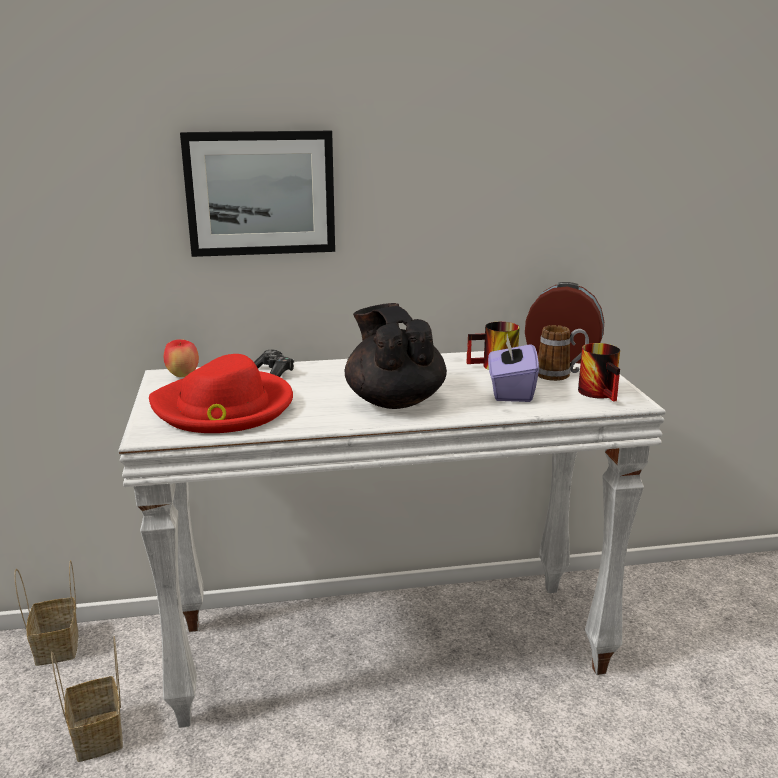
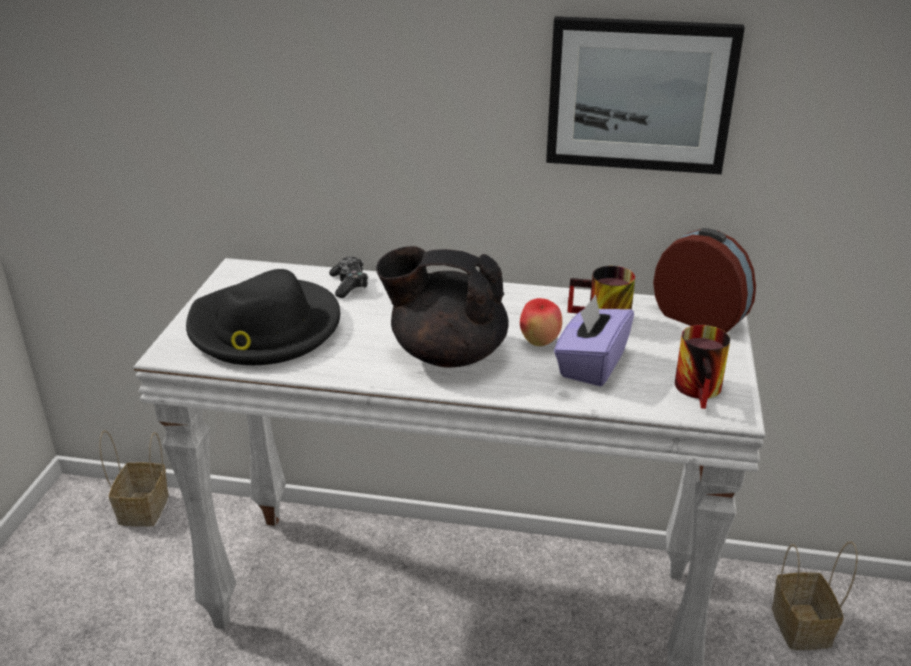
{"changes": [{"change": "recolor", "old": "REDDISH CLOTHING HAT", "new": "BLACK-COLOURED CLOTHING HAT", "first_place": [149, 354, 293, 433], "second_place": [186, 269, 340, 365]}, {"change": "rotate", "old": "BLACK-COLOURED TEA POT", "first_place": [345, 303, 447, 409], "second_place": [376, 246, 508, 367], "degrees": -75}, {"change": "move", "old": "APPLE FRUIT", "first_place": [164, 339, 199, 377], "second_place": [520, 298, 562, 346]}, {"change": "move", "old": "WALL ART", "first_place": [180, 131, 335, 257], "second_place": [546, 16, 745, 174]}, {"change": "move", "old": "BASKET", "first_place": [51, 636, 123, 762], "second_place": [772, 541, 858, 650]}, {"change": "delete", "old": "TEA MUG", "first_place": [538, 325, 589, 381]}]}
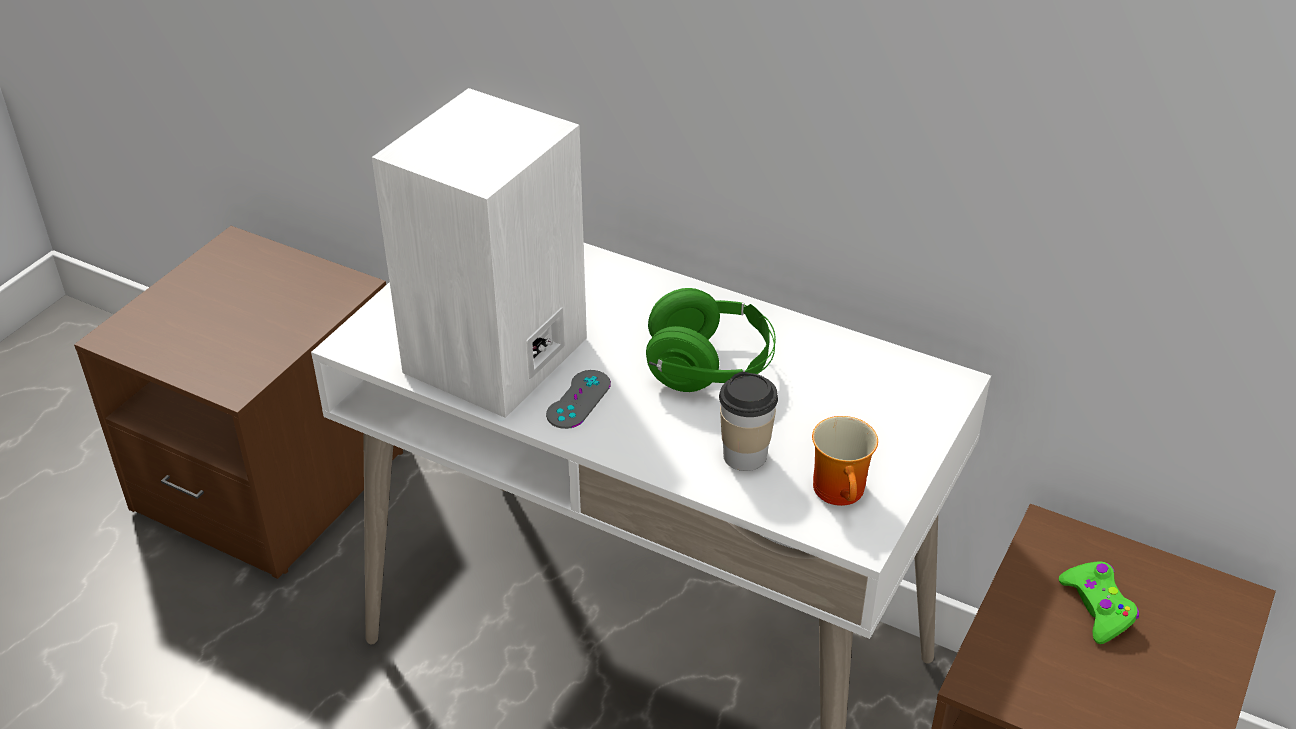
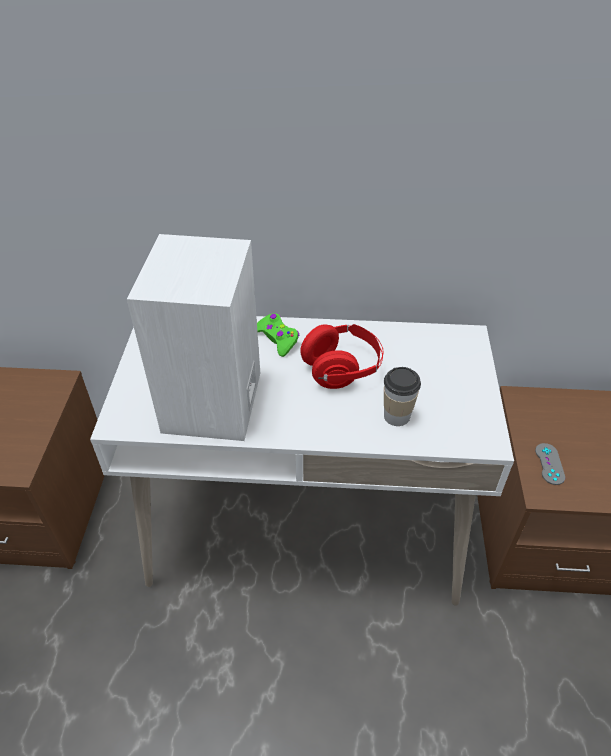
{"changes": [{"change": "move", "old": "GREEN JOYPAD", "first_place": [1059, 562, 1139, 644], "second_place": [257, 313, 300, 357]}, {"change": "recolor", "old": "GREEN HEADPHONES", "new": "REDDISH HEADPHONES", "first_place": [646, 288, 776, 392], "second_place": [300, 324, 383, 389]}, {"change": "move", "old": "GRAY JOYPAD", "first_place": [546, 370, 611, 429], "second_place": [535, 443, 565, 485]}, {"change": "delete", "old": "TEA MUG", "first_place": [812, 416, 878, 506]}]}
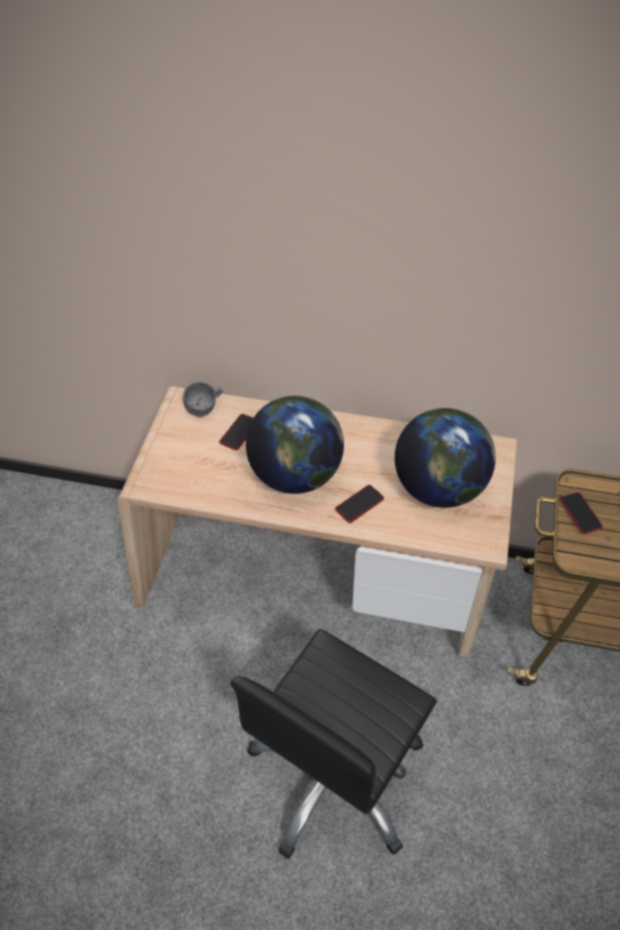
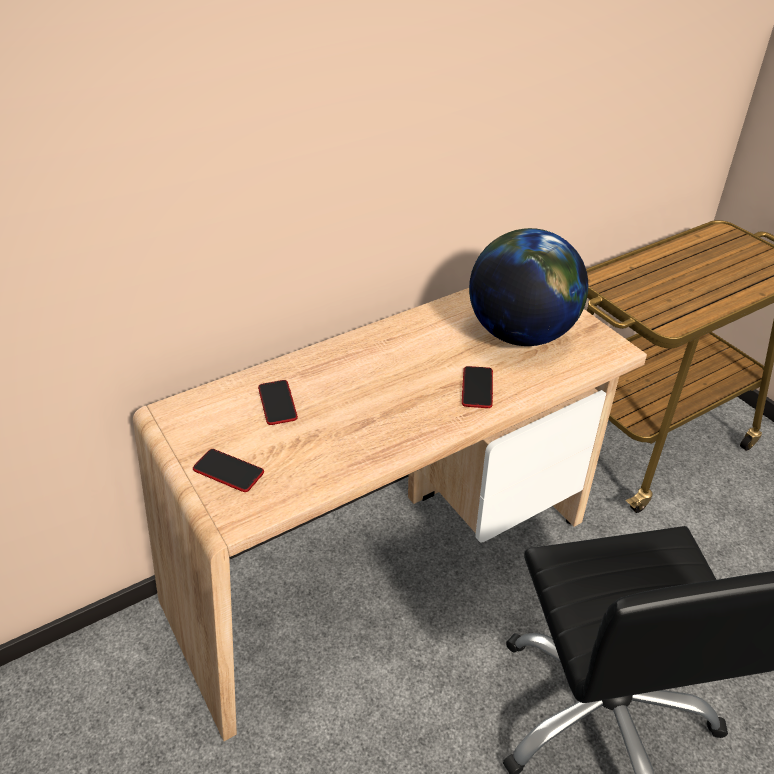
{"changes": [{"change": "move", "old": "TELEPHONE", "first_place": [560, 492, 603, 534], "second_place": [193, 449, 264, 492]}, {"change": "delete", "old": "GRAY TEA MUG", "first_place": [183, 381, 222, 417]}, {"change": "delete", "old": "DESK GLOBE", "first_place": [246, 396, 344, 494]}]}
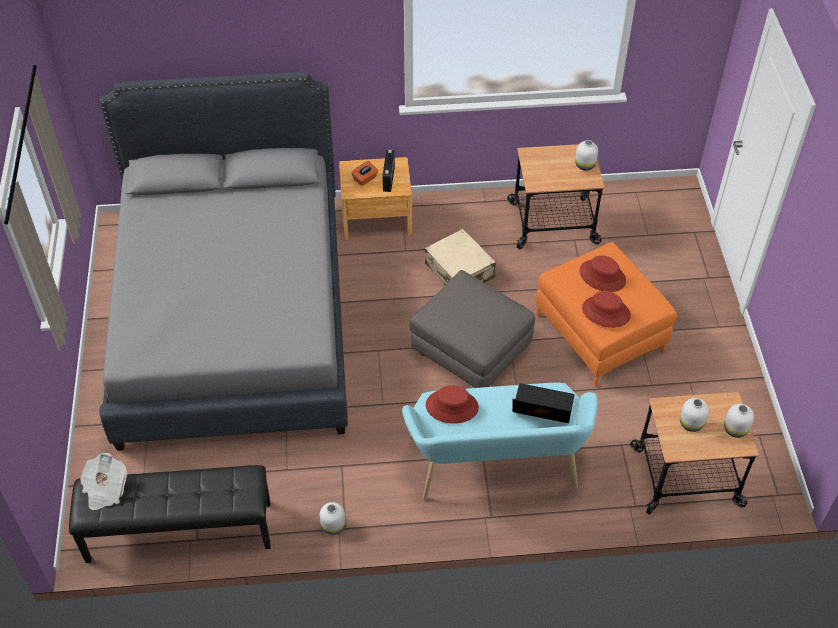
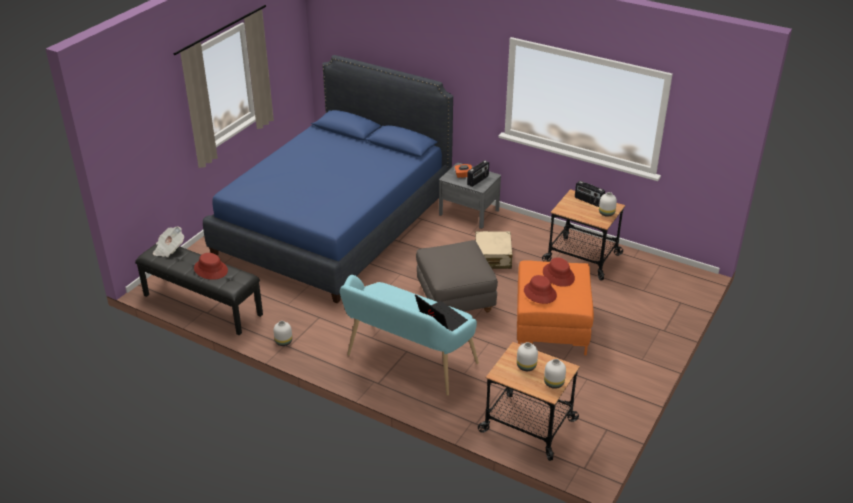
{"changes": [{"change": "move", "old": "REDDISH CLOTHING HAT", "first_place": [426, 385, 479, 424], "second_place": [194, 253, 228, 280]}, {"change": "recolor", "old": "GRAY BEDROOM BED", "new": "BLUE BEDROOM BED", "first_place": [99, 72, 348, 450], "second_place": [203, 55, 453, 303]}, {"change": "recolor", "old": "BROWN NIGHTSTAND", "new": "GRAY NIGHTSTAND", "first_place": [339, 157, 412, 240], "second_place": [439, 162, 501, 229]}, {"change": "insert", "new": "RADIO SET", "second_place": [575, 181, 605, 207]}]}
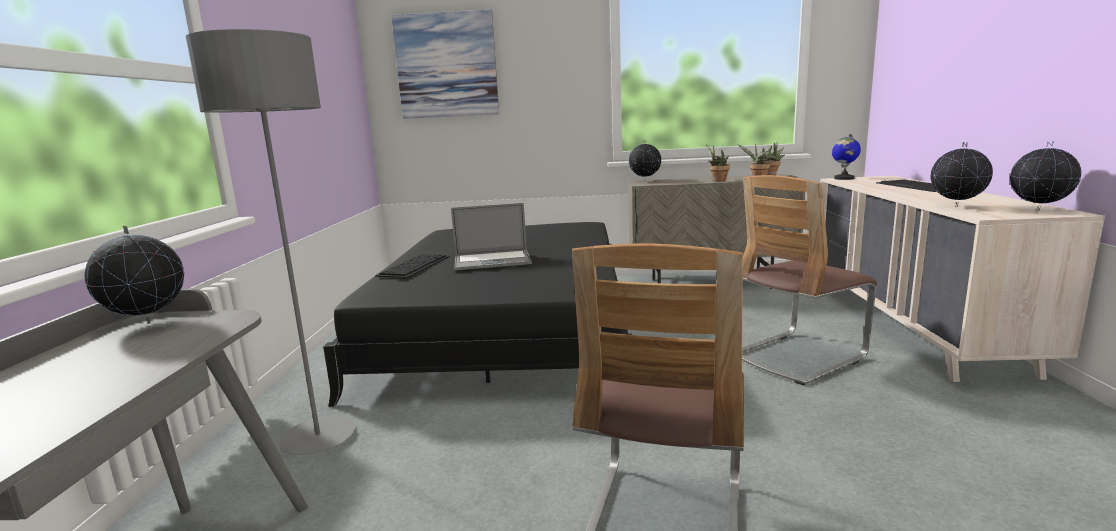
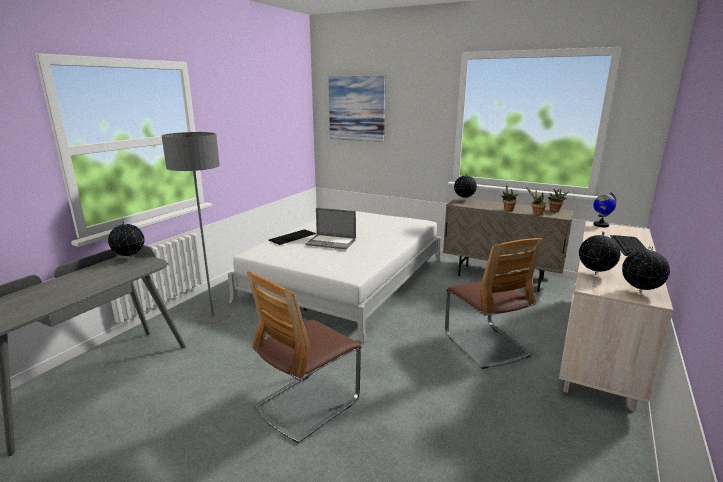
{"changes": [{"change": "recolor", "old": "BLACK-COLOURED BEDROOM BED", "new": "WHITISH BEDROOM BED", "first_place": [323, 222, 633, 407], "second_place": [228, 209, 441, 343]}, {"change": "rotate", "old": "CHAIR", "first_place": [742, 175, 877, 385], "second_place": [445, 238, 543, 369], "degrees": -105}]}
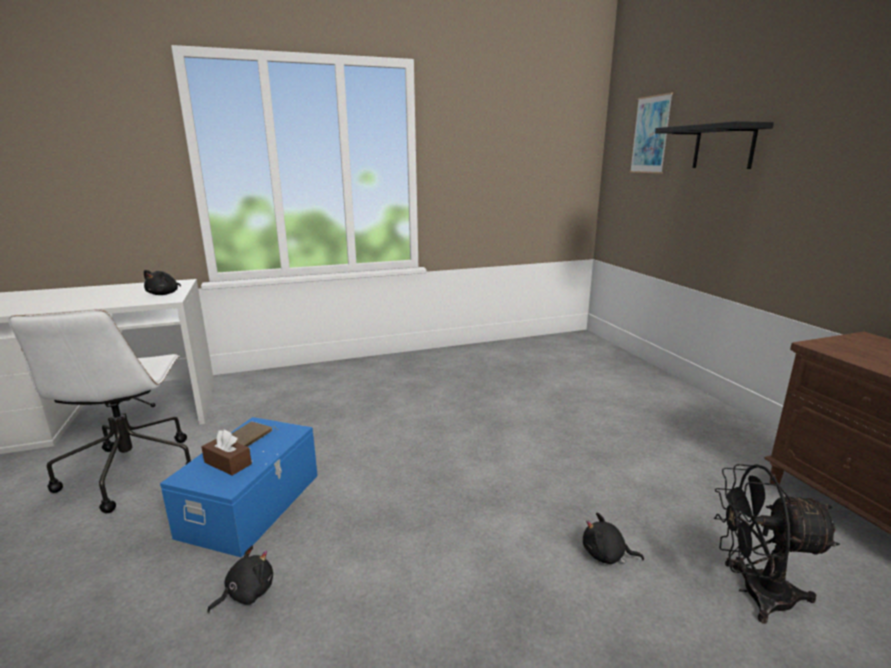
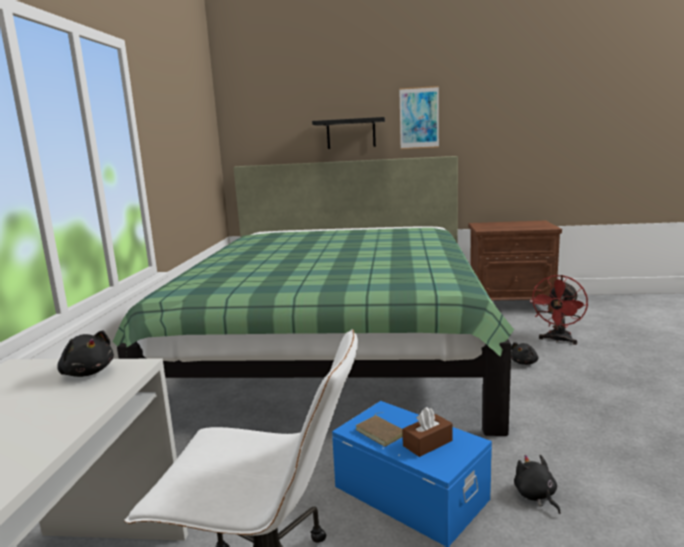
{"changes": [{"change": "insert", "new": "GREEN BEDROOM BED", "second_place": [113, 156, 514, 436]}, {"change": "move", "old": "WALL ART", "first_place": [630, 93, 673, 173], "second_place": [399, 86, 439, 149]}, {"change": "recolor", "old": "BLACK-COLOURED COOLING FAN", "new": "REDDISH COOLING FAN", "first_place": [714, 464, 840, 624], "second_place": [530, 275, 588, 345]}]}
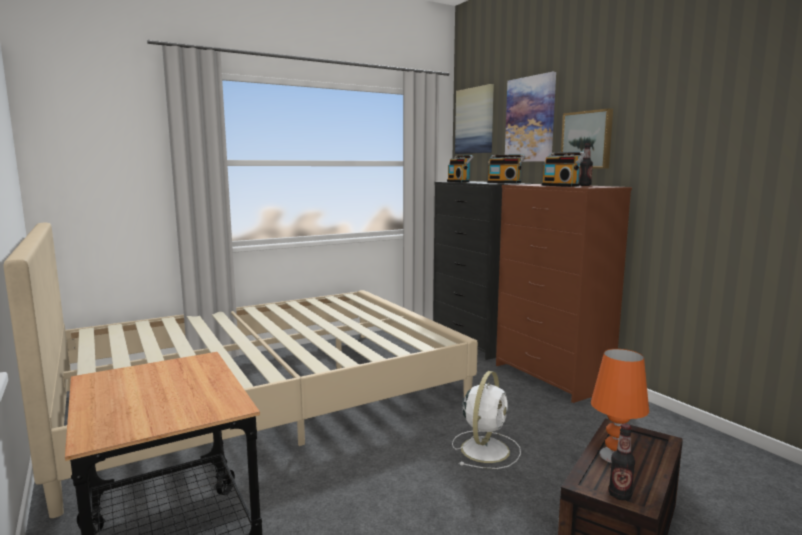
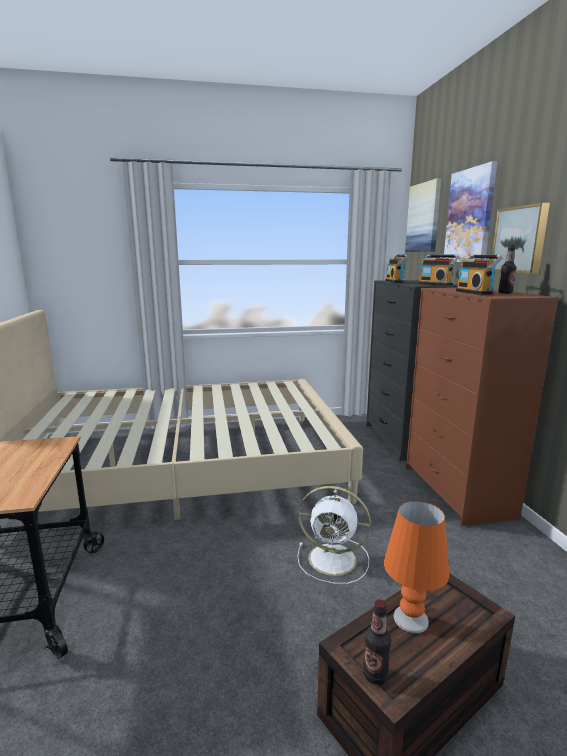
{"changes": [{"change": "rotate", "old": "WHITISH COOLING FAN", "first_place": [452, 371, 521, 469], "second_place": [297, 486, 371, 584], "degrees": 60}]}
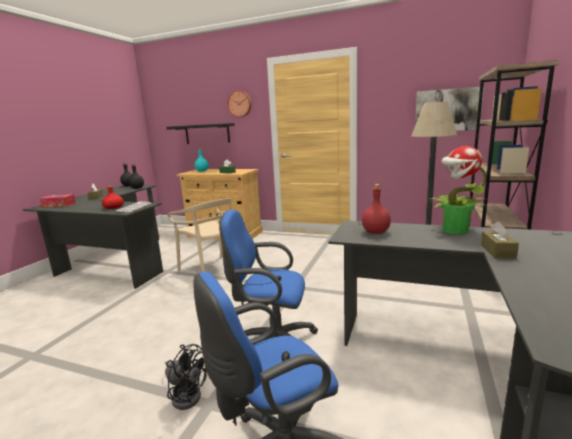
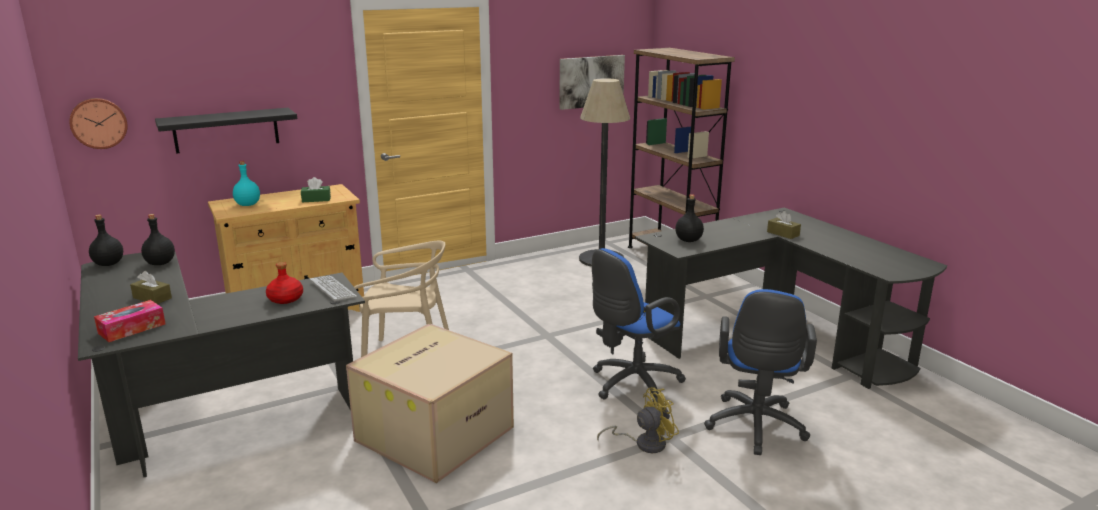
{"changes": [{"change": "move", "old": "CLOCK ON THE WALL", "first_place": [228, 91, 251, 117], "second_place": [69, 98, 128, 149]}, {"change": "insert", "new": "PACKING BOX", "second_place": [346, 323, 514, 483]}, {"change": "recolor", "old": "BLACK-COLOURED COOLING FAN", "new": "YELLOWISH COOLING FAN", "first_place": [165, 344, 207, 410], "second_place": [597, 387, 679, 453]}, {"change": "recolor", "old": "REDDISH BEVERAGE BOTTLE", "new": "BLACK-COLOURED BEVERAGE BOTTLE", "first_place": [362, 184, 391, 234], "second_place": [675, 194, 704, 242]}, {"change": "delete", "old": "PLANT IN A POT", "first_place": [430, 146, 486, 235]}]}
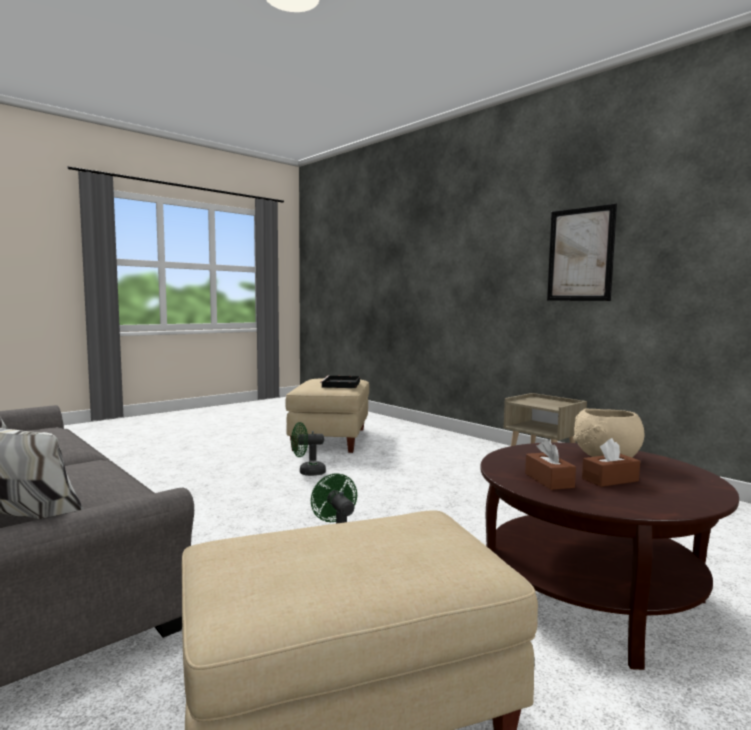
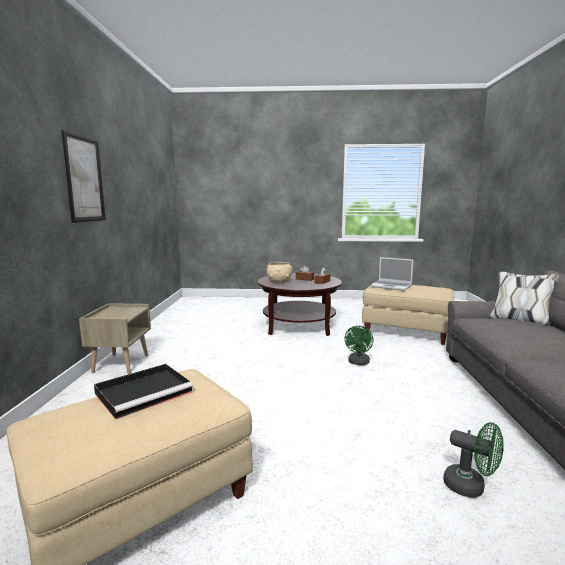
{"changes": [{"change": "insert", "new": "NOTEBOOK COMPUTER", "second_place": [371, 257, 413, 291]}, {"change": "move", "old": "GREEN COOLING FAN", "first_place": [291, 422, 326, 476], "second_place": [443, 422, 504, 498]}]}
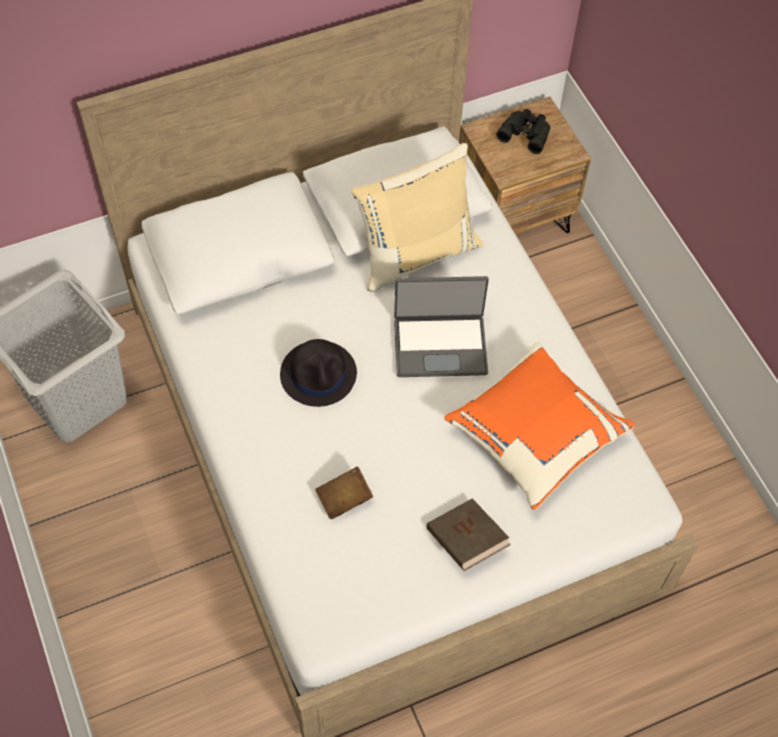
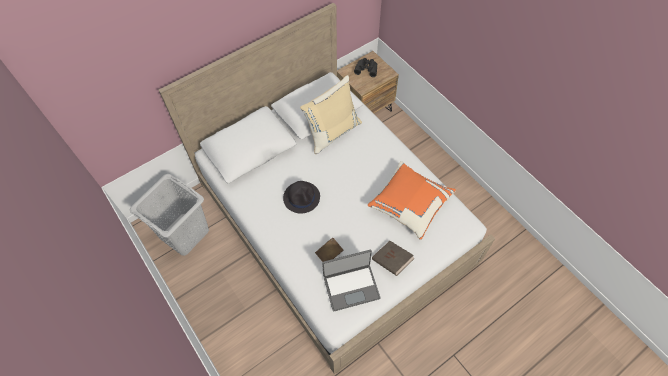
{"changes": [{"change": "move", "old": "NOTEBOOK COMPUTER", "first_place": [394, 276, 489, 377], "second_place": [322, 250, 381, 311]}]}
